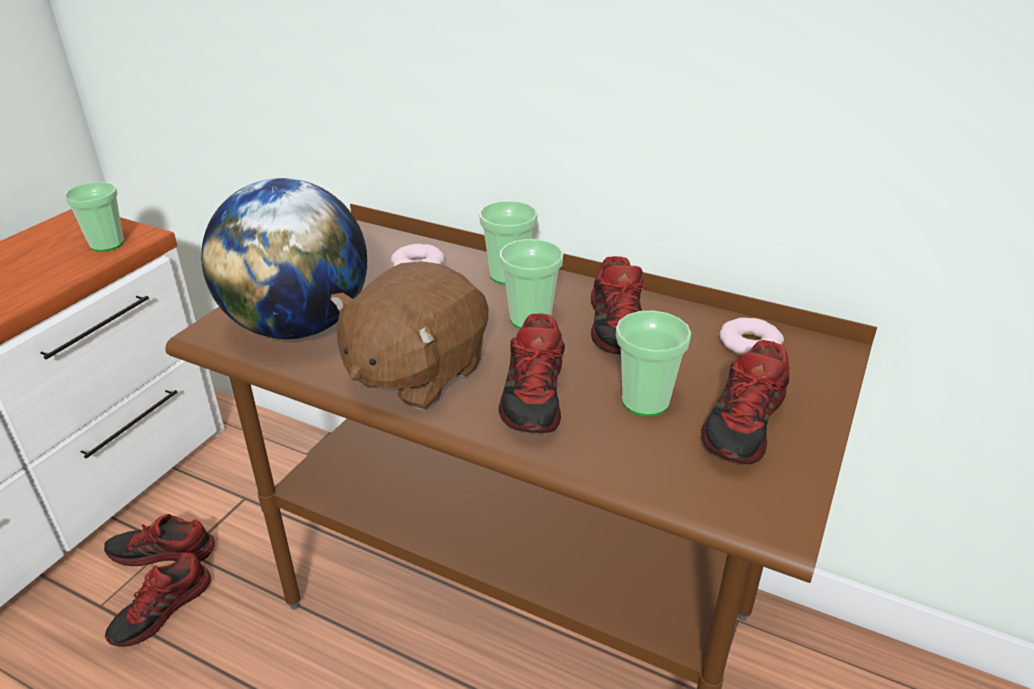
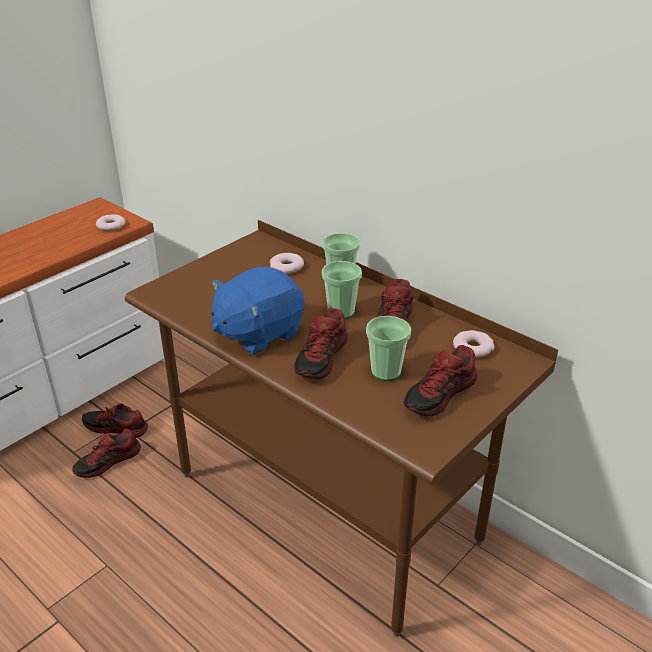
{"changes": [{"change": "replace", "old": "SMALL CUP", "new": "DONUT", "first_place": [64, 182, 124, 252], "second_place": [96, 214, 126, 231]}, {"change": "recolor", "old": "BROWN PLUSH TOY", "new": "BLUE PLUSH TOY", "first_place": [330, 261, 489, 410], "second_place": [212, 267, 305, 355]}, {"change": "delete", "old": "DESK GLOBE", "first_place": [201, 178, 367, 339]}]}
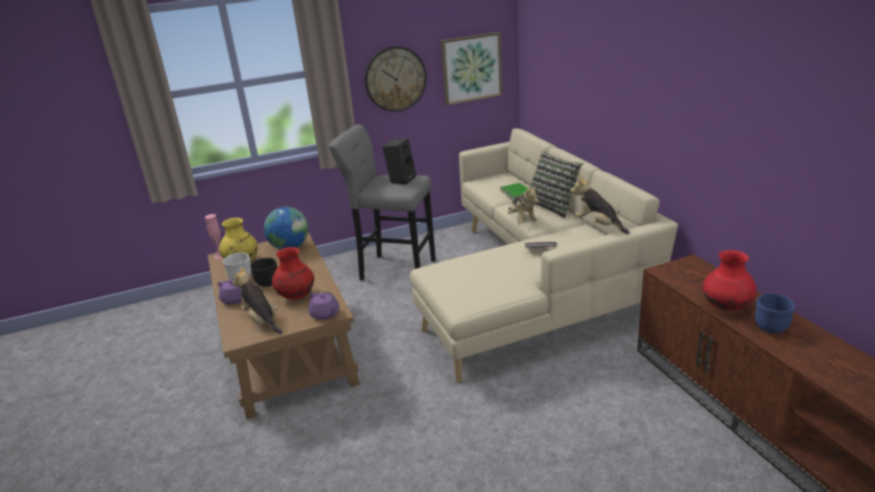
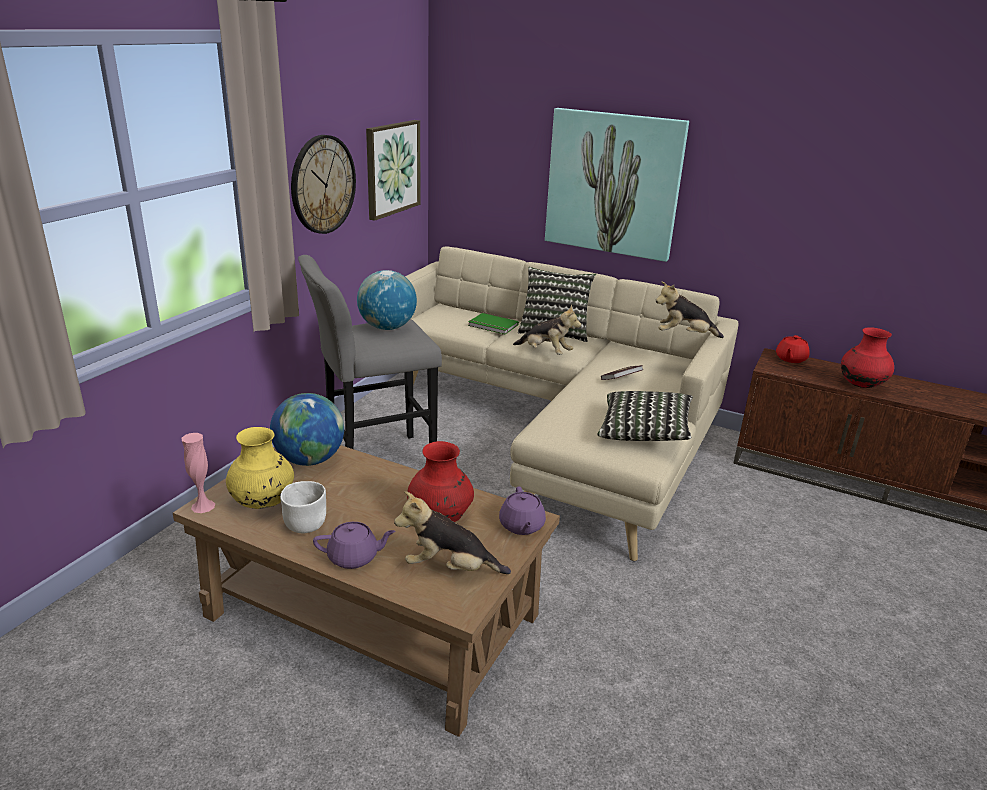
{"changes": [{"change": "replace", "old": "BLACK-COLOURED LOUDSPEAKER", "new": "DESK GLOBE", "first_place": [382, 138, 416, 184], "second_place": [357, 270, 417, 330]}, {"change": "rotate", "old": "PURPLE-COLOURED TEA POT", "first_place": [308, 292, 339, 320], "second_place": [499, 486, 546, 535], "degrees": 75}, {"change": "insert", "new": "WALL ART", "second_place": [545, 108, 689, 262]}, {"change": "insert", "new": "THROW PILLOW", "second_place": [598, 391, 693, 441]}, {"change": "insert", "new": "REDDISH TEA POT", "second_place": [776, 335, 810, 363]}, {"change": "delete", "old": "BLACK-COLOURED BOWL", "first_place": [250, 258, 277, 287]}, {"change": "delete", "old": "BLUE BOWL", "first_place": [755, 293, 795, 333]}]}
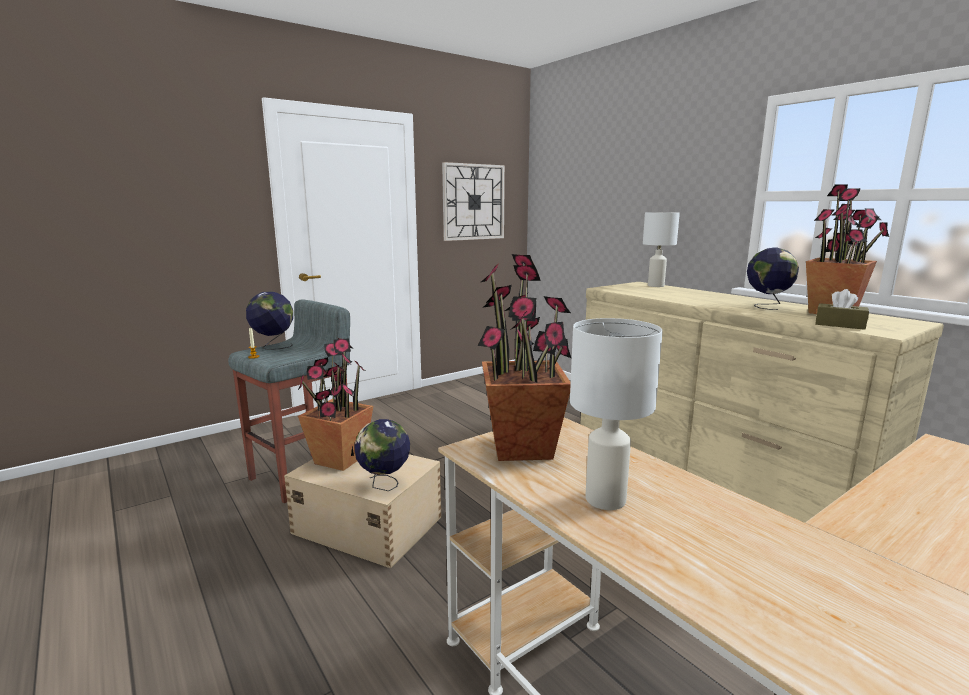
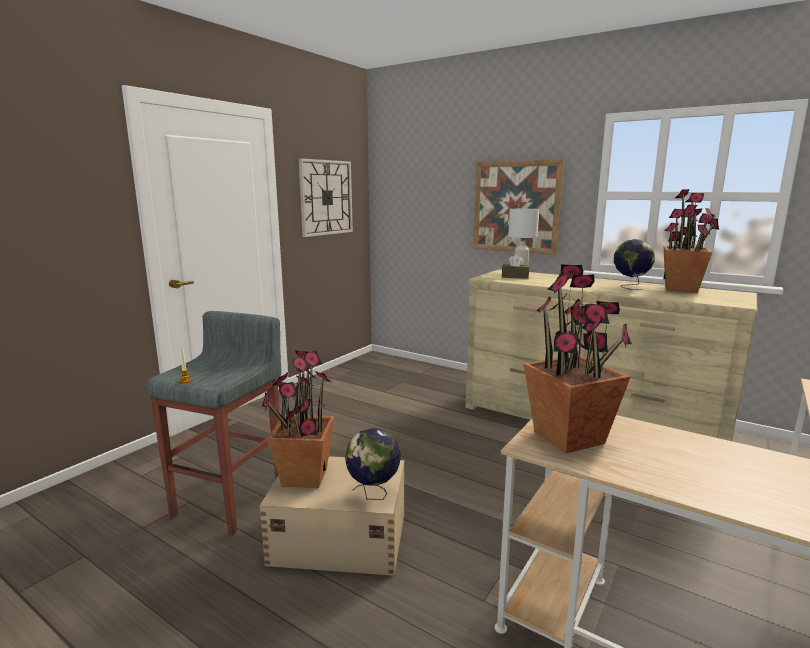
{"changes": [{"change": "insert", "new": "WALL ART", "second_place": [473, 159, 565, 255]}, {"change": "move", "old": "BROWN TISSUE BOX", "first_place": [815, 289, 869, 330], "second_place": [502, 255, 529, 279]}, {"change": "delete", "old": "DESK GLOBE", "first_place": [246, 291, 293, 350]}, {"change": "delete", "old": "WHITISH TABLE LAMP", "first_place": [570, 318, 663, 510]}]}
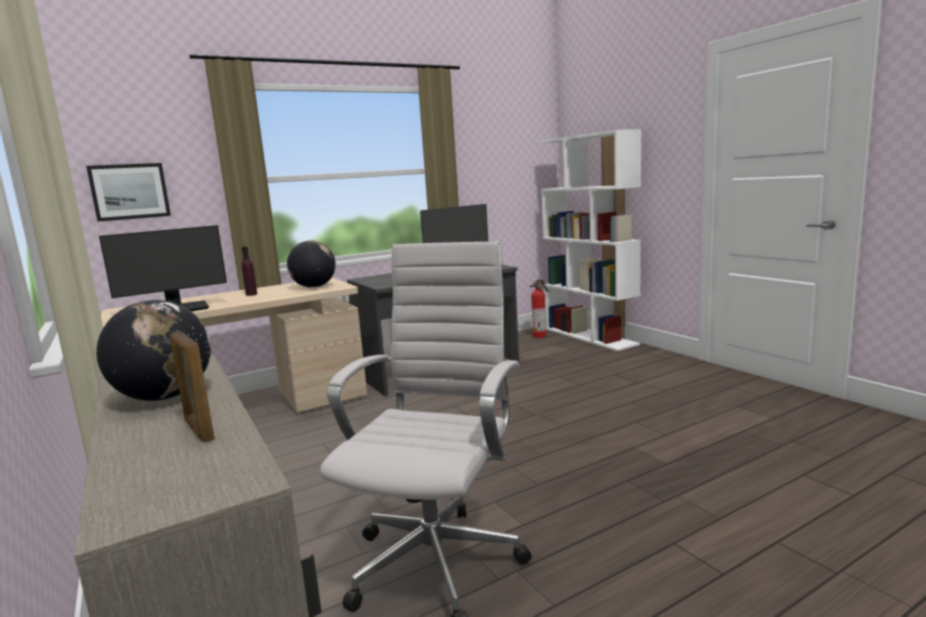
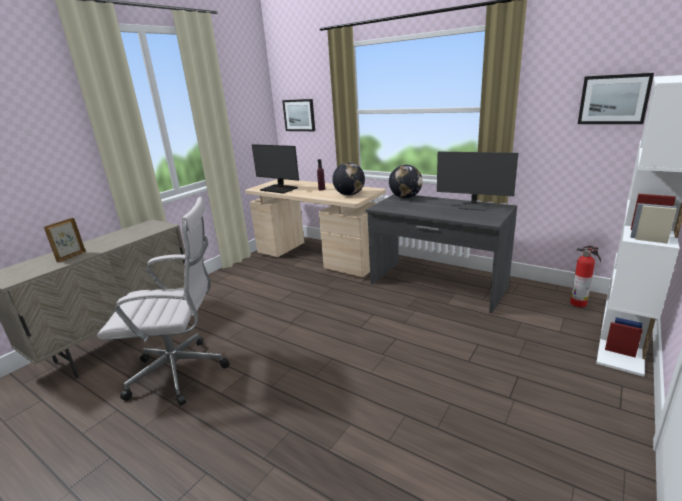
{"changes": [{"change": "move", "old": "DESK GLOBE", "first_place": [96, 300, 211, 401], "second_place": [389, 165, 423, 198]}, {"change": "insert", "new": "WALL ART", "second_place": [578, 73, 654, 124]}]}
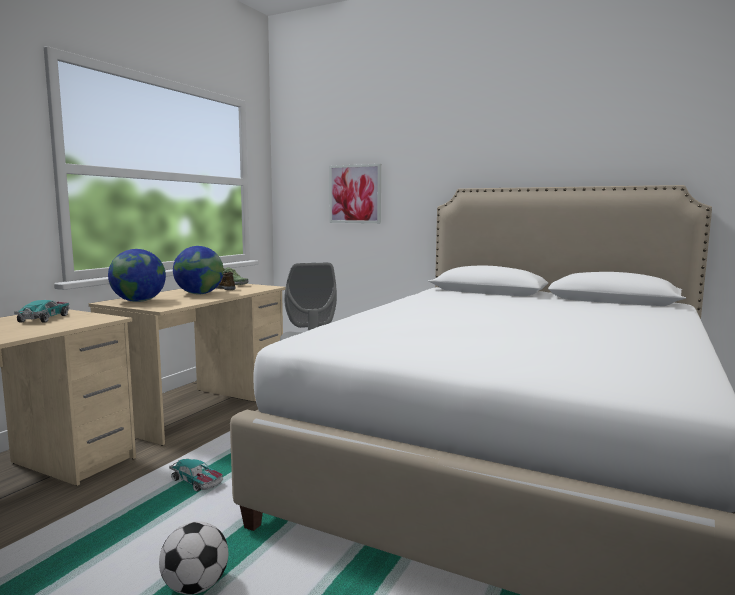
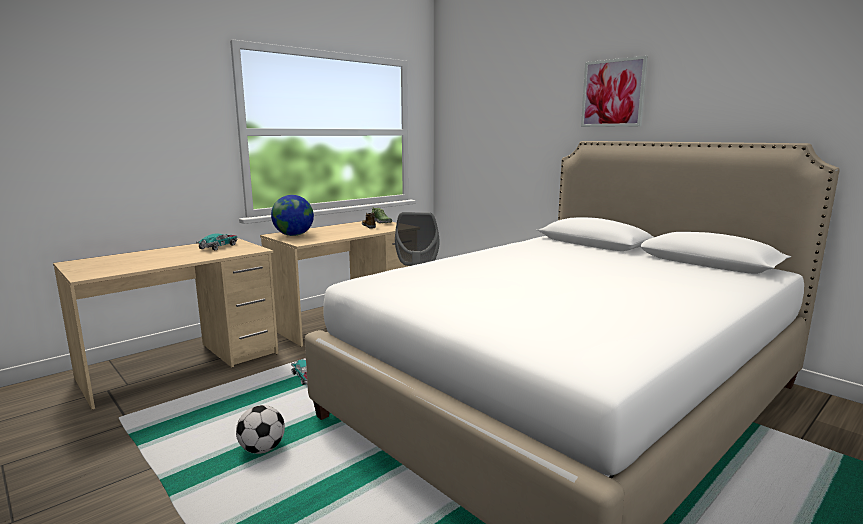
{"changes": [{"change": "move", "old": "WALL ART", "first_place": [329, 164, 381, 223], "second_place": [581, 55, 648, 127]}, {"change": "delete", "old": "DESK GLOBE", "first_place": [173, 246, 224, 294]}]}
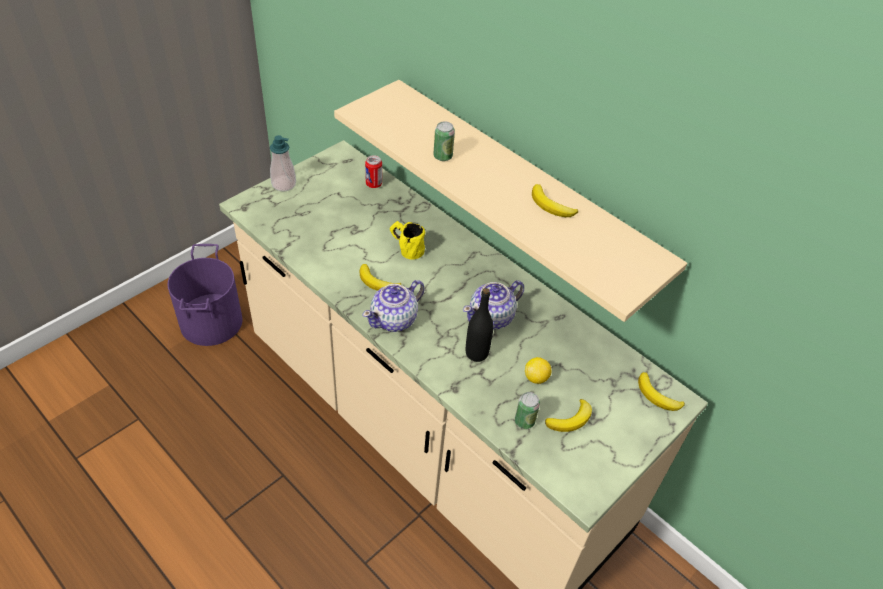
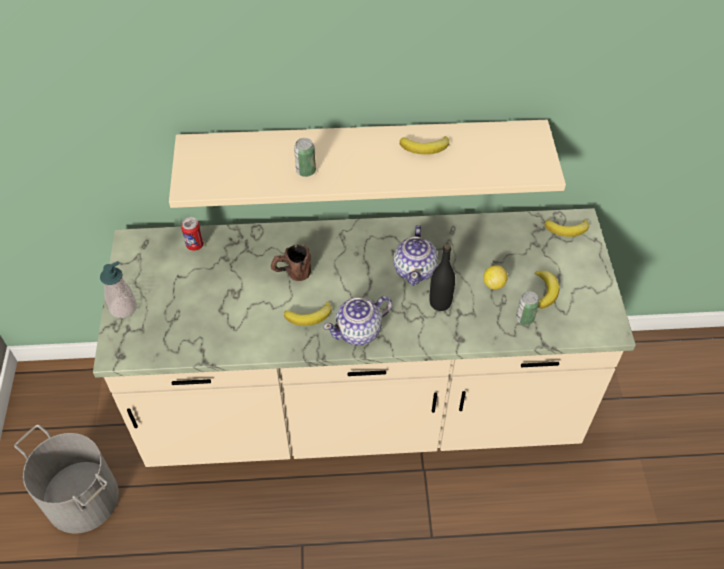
{"changes": [{"change": "recolor", "old": "PURPLE-COLOURED PAIL", "new": "GRAY PAIL", "first_place": [167, 244, 243, 346], "second_place": [14, 425, 119, 534]}, {"change": "recolor", "old": "YELLOWISH TEA MUG", "new": "BROWN TEA MUG", "first_place": [390, 221, 425, 260], "second_place": [271, 244, 311, 281]}, {"change": "rotate", "old": "TEA POT", "first_place": [362, 280, 425, 332], "second_place": [323, 296, 392, 345], "degrees": 60}]}
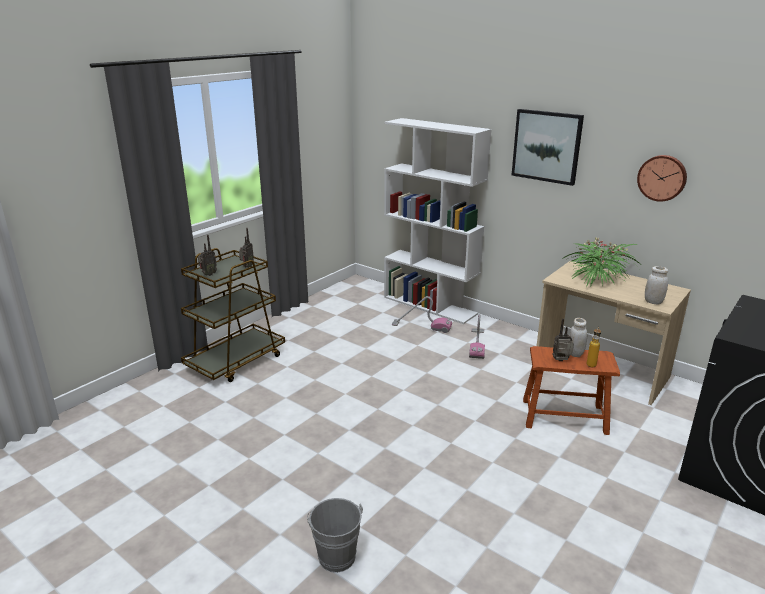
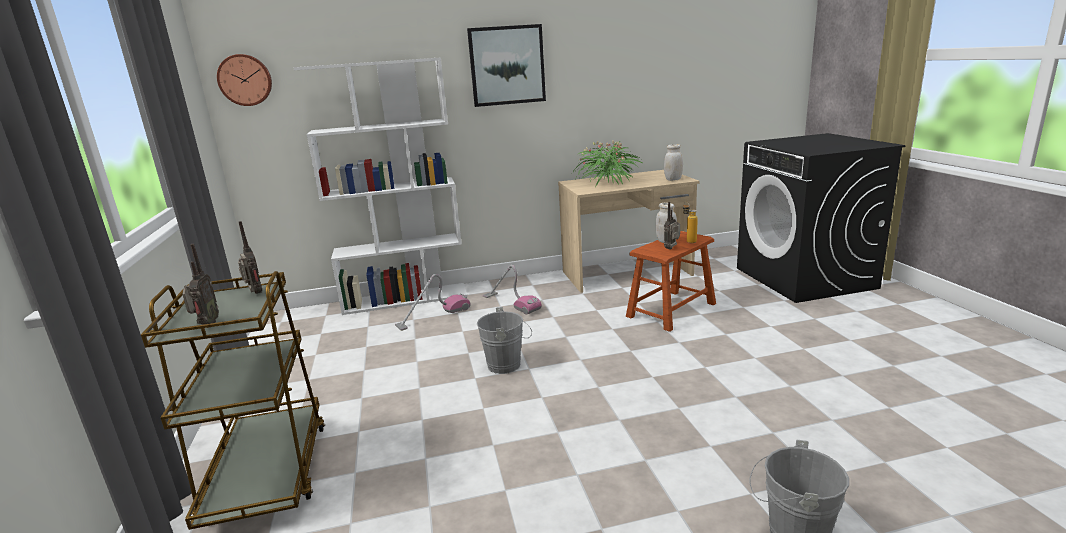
{"changes": [{"change": "move", "old": "CLOCK ON THE WALL", "first_place": [637, 155, 687, 202], "second_place": [217, 54, 272, 106]}, {"change": "insert", "new": "GRAY PAIL", "second_place": [477, 307, 532, 374]}]}
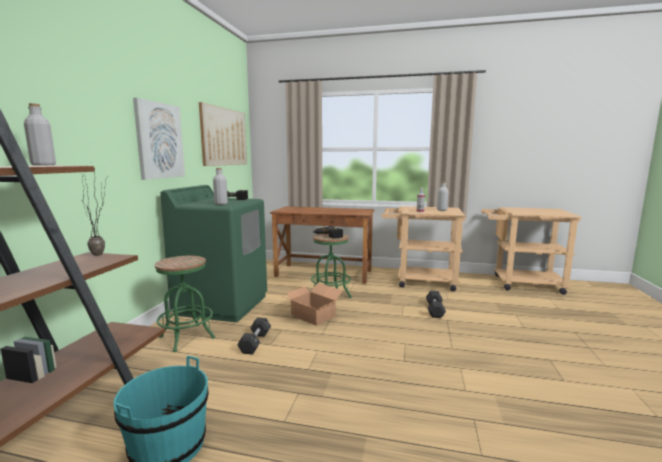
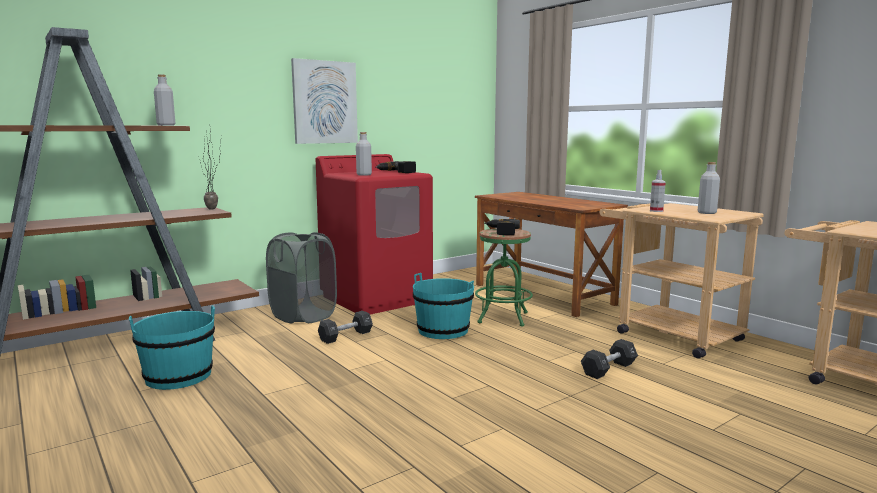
{"changes": [{"change": "replace", "old": "GREEN SITTING STOOL", "new": "GRAY WASHING BASKET", "first_place": [155, 256, 215, 352], "second_place": [266, 232, 337, 323]}, {"change": "recolor", "old": "GREEN LAUNDRY APPLIANCE", "new": "REDDISH LAUNDRY APPLIANCE", "first_place": [160, 185, 267, 322], "second_place": [316, 154, 433, 315]}, {"change": "replace", "old": "PACKING BOX", "new": "BLUE-GREEN PAIL", "first_place": [284, 283, 343, 326], "second_place": [413, 273, 474, 339]}, {"change": "delete", "old": "WALL ART", "first_place": [199, 102, 247, 166]}]}
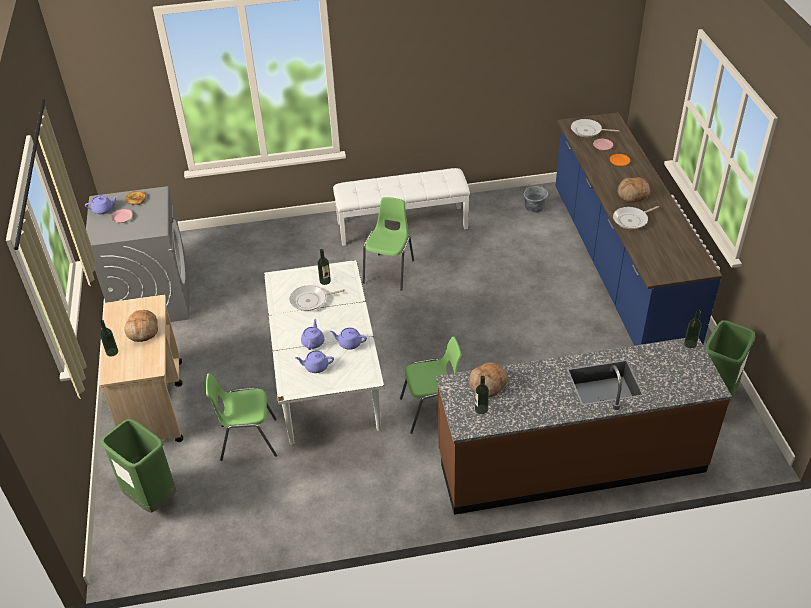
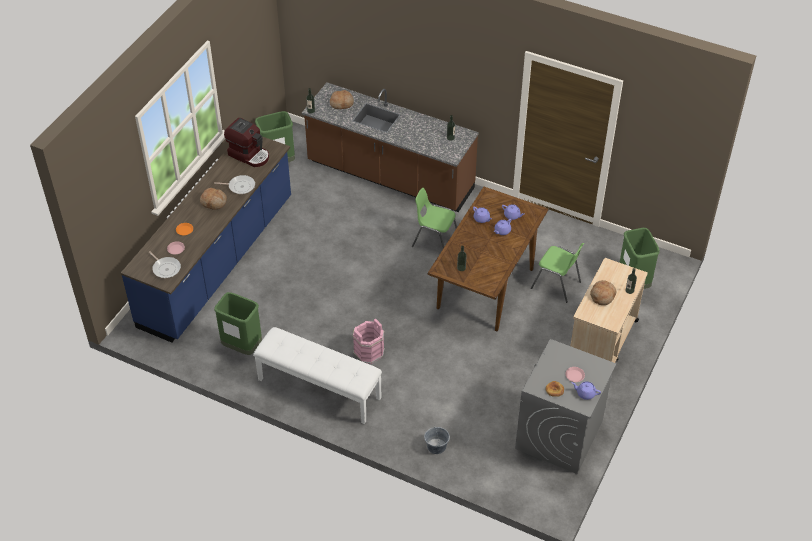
{"changes": [{"change": "insert", "new": "GREEN TRASH CAN", "second_place": [214, 292, 262, 355]}, {"change": "insert", "new": "COFFEE MAKER", "second_place": [224, 118, 269, 167]}, {"change": "move", "old": "BREAD", "first_place": [469, 362, 508, 397], "second_place": [330, 90, 354, 109]}, {"change": "replace", "old": "GREEN CHAIR", "new": "PINK-COLOURED PAIL", "first_place": [363, 197, 414, 291], "second_place": [352, 319, 385, 364]}, {"change": "move", "old": "GRAY PAIL", "first_place": [524, 184, 548, 213], "second_place": [424, 425, 450, 454]}, {"change": "recolor", "old": "WHITISH DINING TABLE", "new": "BROWN DINING TABLE", "first_place": [264, 260, 384, 445], "second_place": [428, 187, 548, 331]}, {"change": "delete", "old": "SKILLET", "first_place": [289, 285, 345, 311]}]}
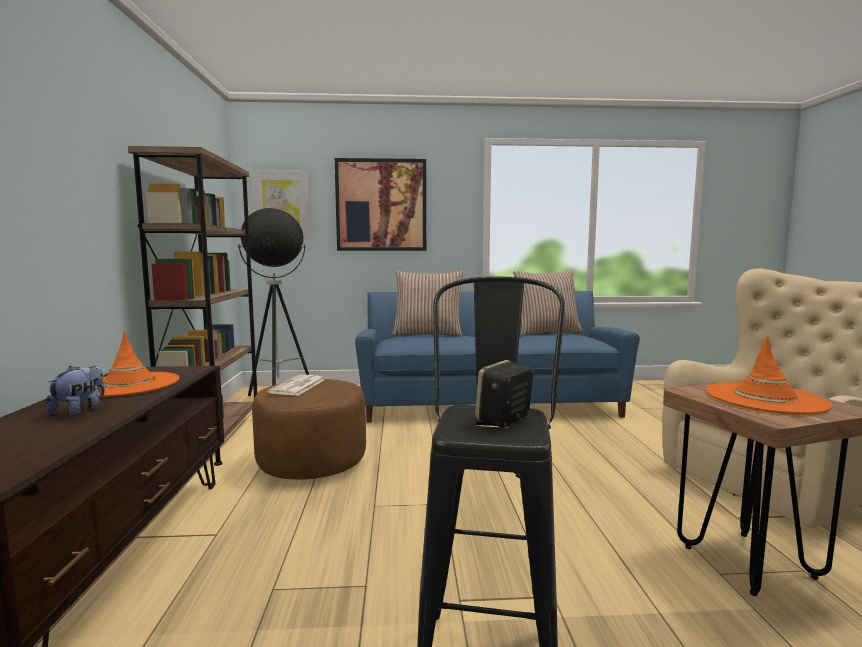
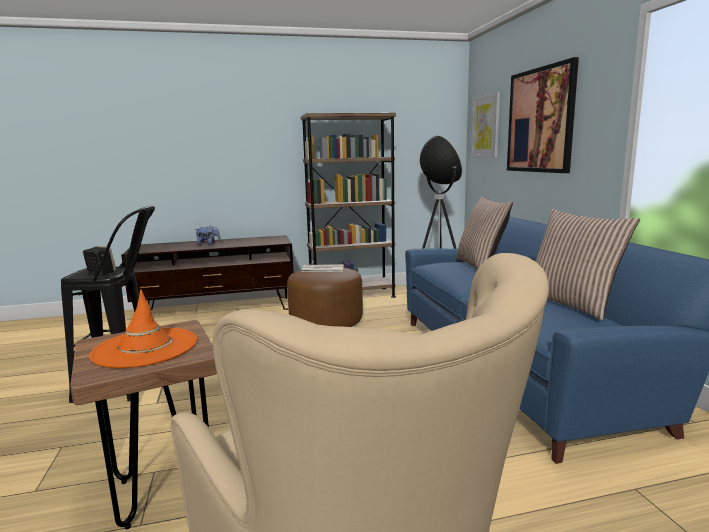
{"changes": [{"change": "delete", "old": "ORANGEY CLOTHING HAT", "first_place": [97, 331, 180, 397]}]}
